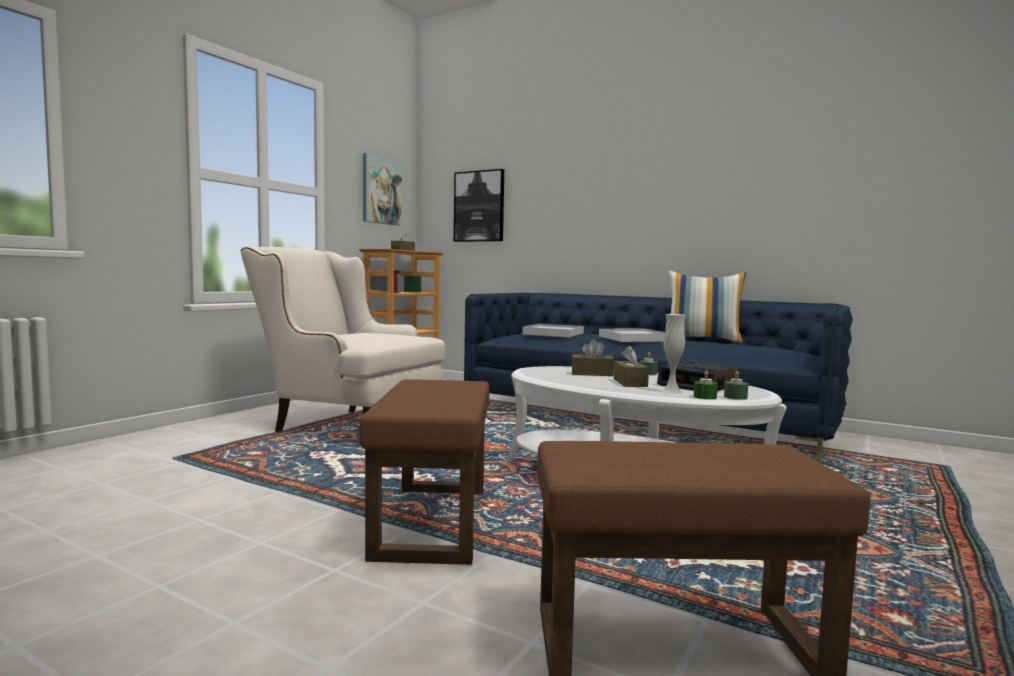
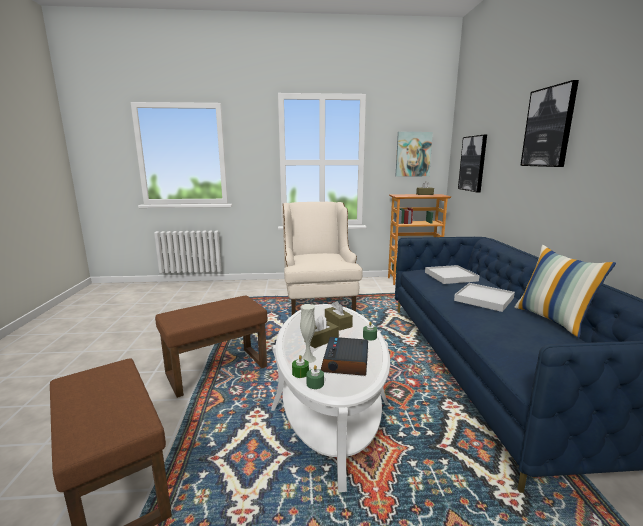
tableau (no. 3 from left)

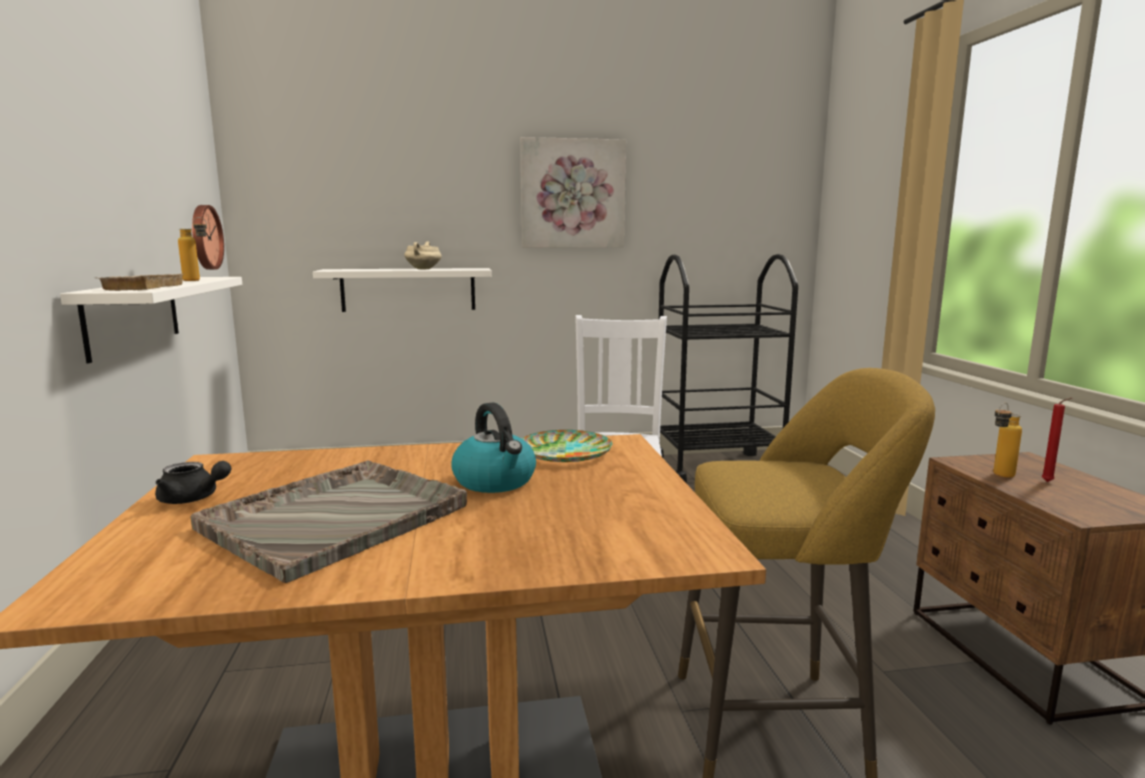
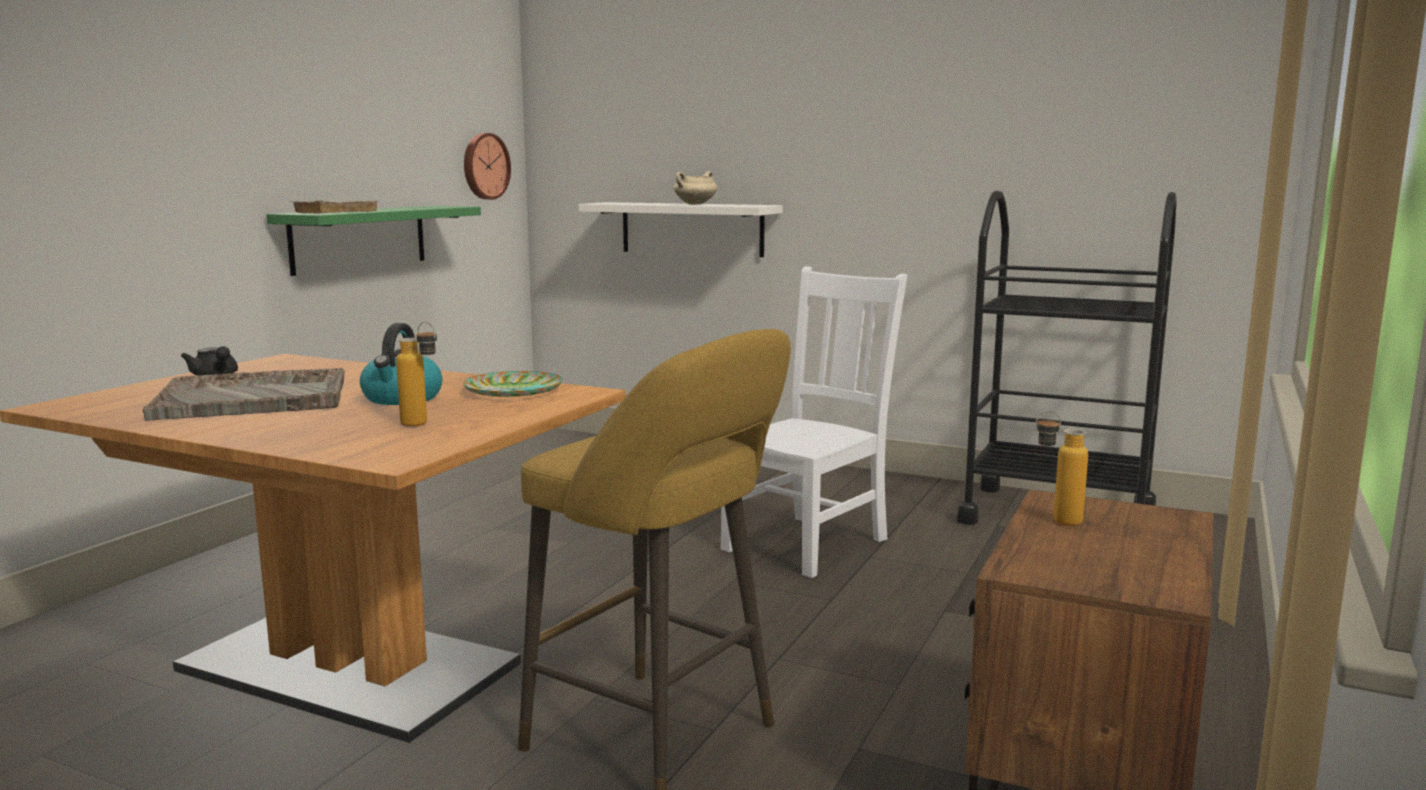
tableau
bouteille (no. 1 from left)
étagère [vert]
bougie [rouge]

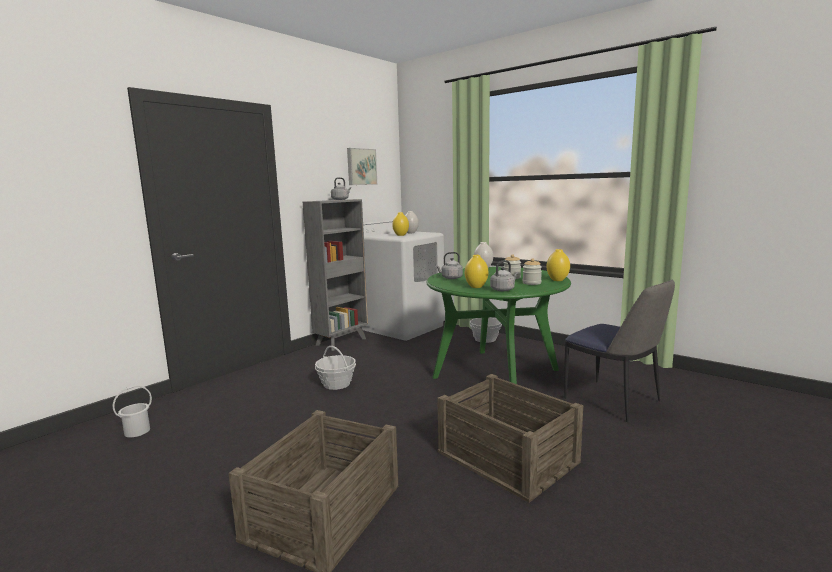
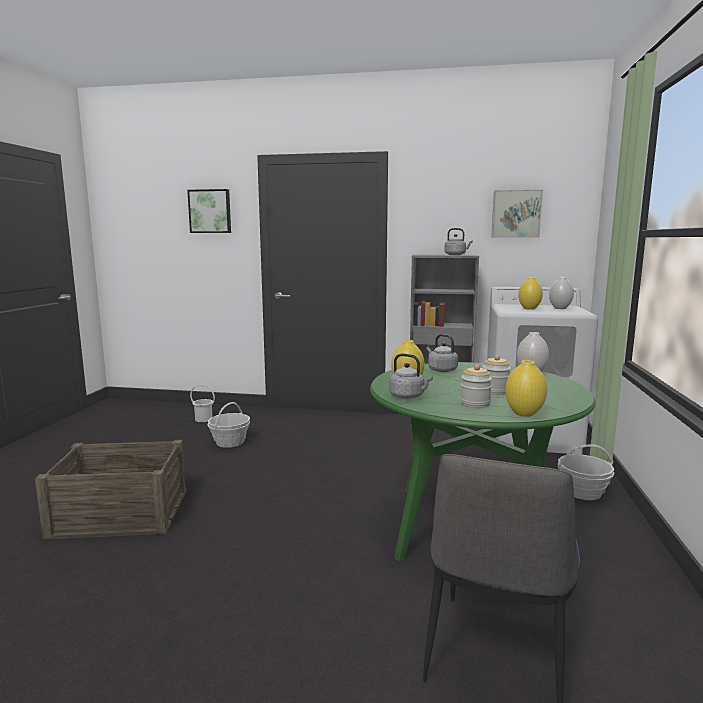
panier (no. 1 from left)
caisse (no. 2 from left in the first image)
tableau (no. 1 from left)

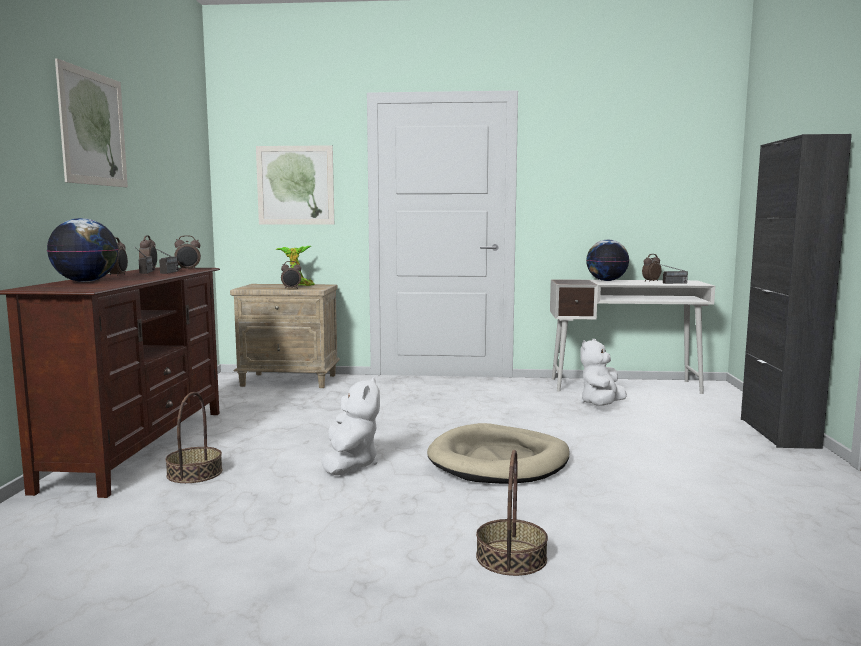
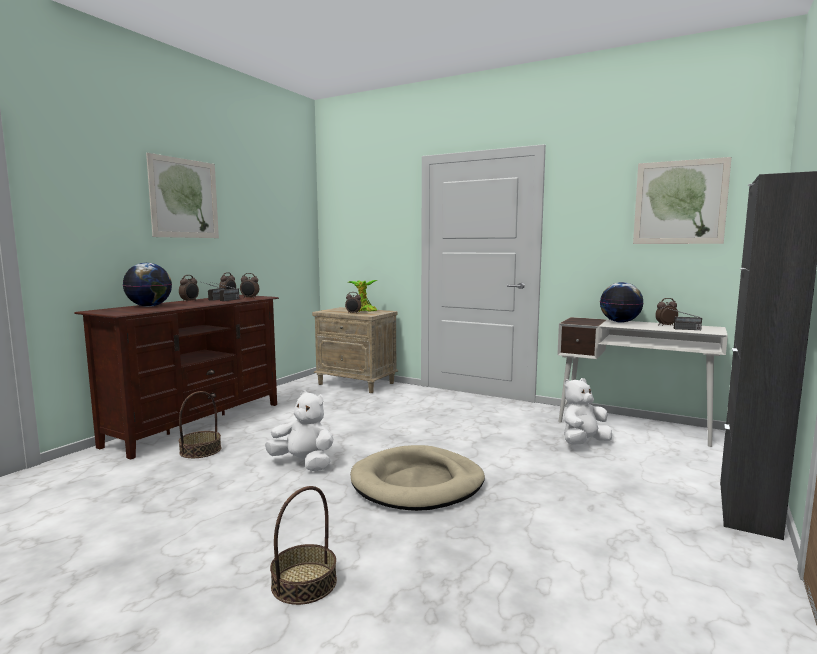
tableau (no. 2 from left)
peluche [blanc] (no. 1 from left)

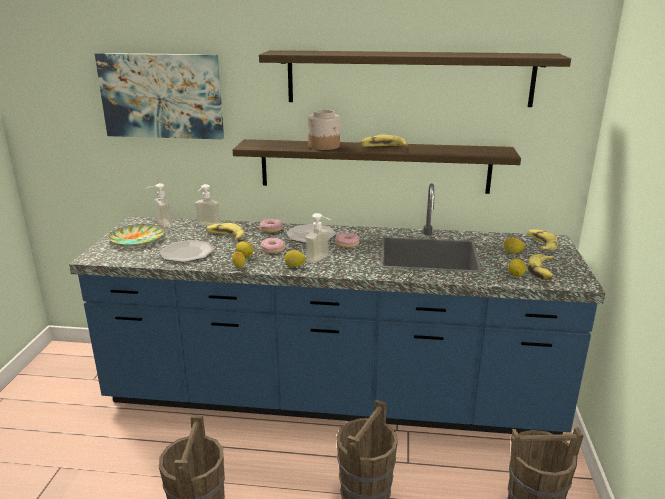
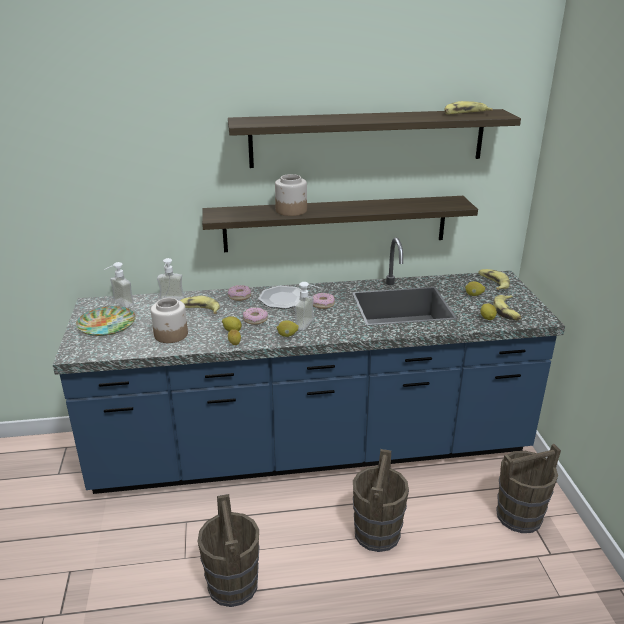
tableau
banane (no. 2 from left)
bocal (no. 1 from left)

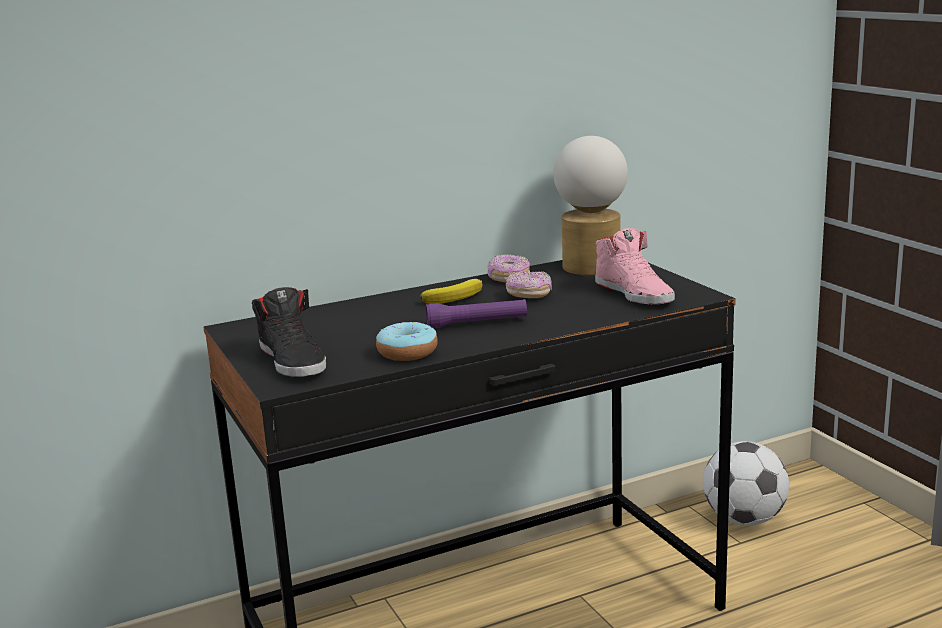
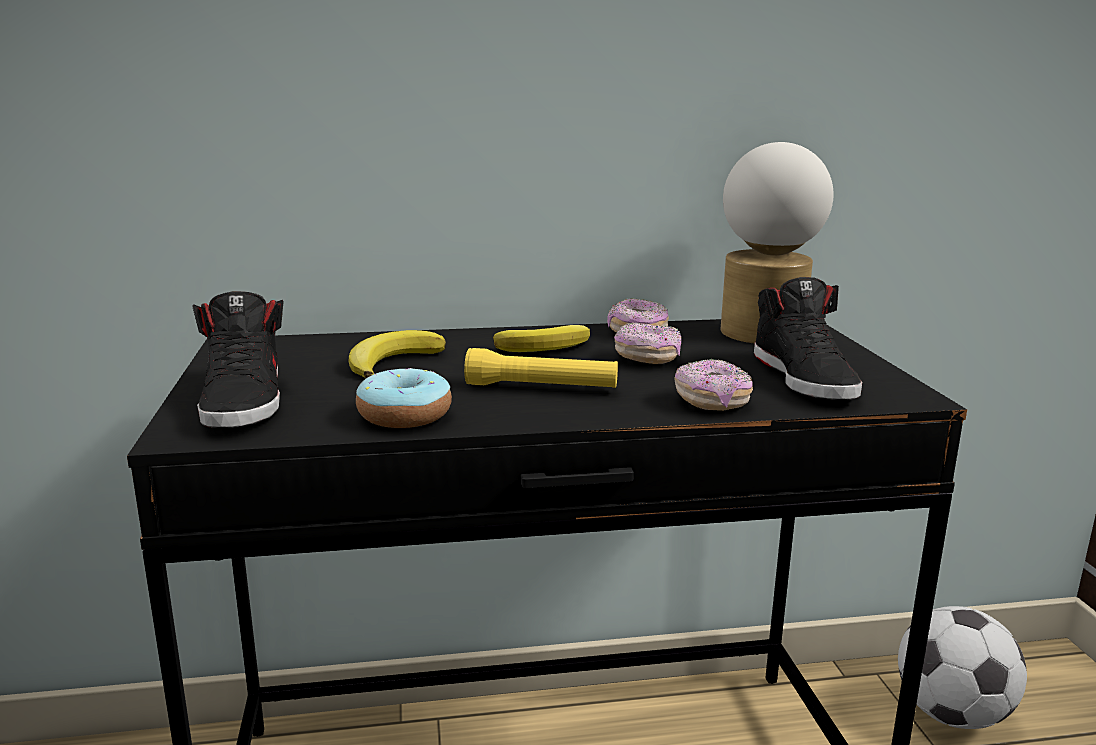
chaussure [noir] (no. 2 from left)
lampe de poche [jaune]
banane (no. 1 from left)
beignet (no. 4 from left)

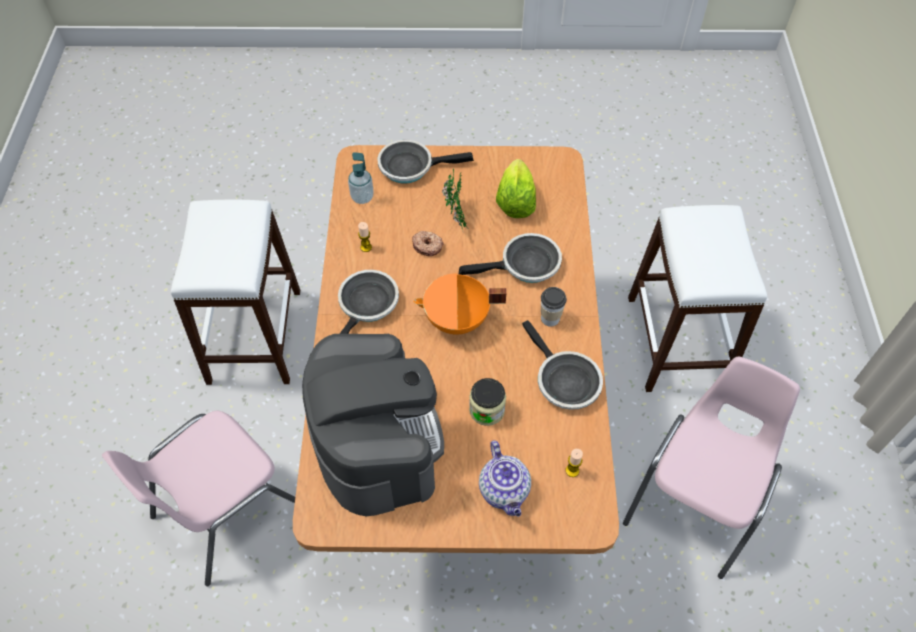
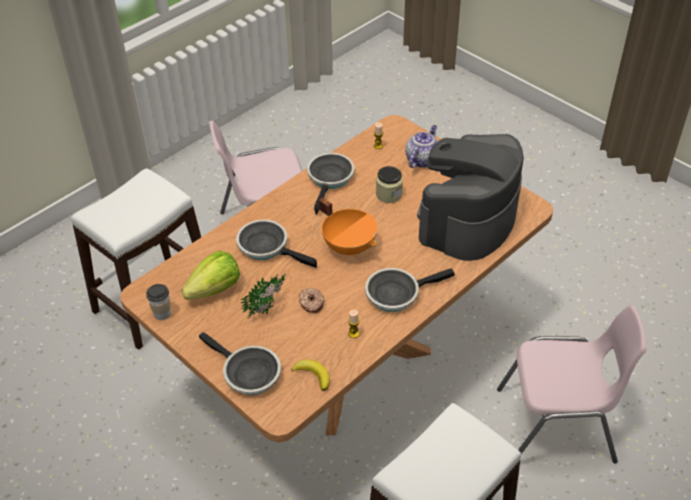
banane
tasse

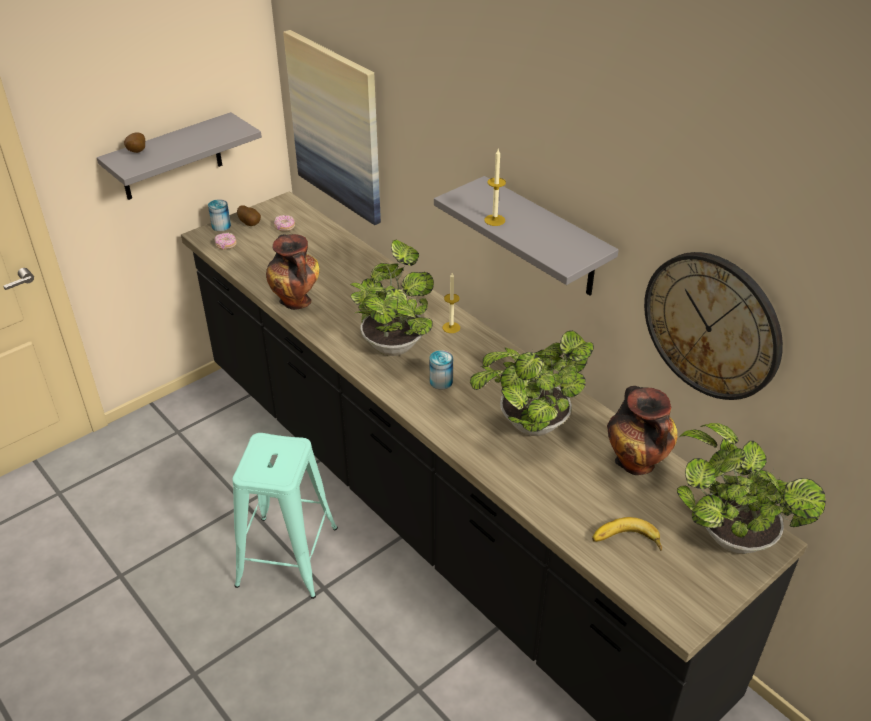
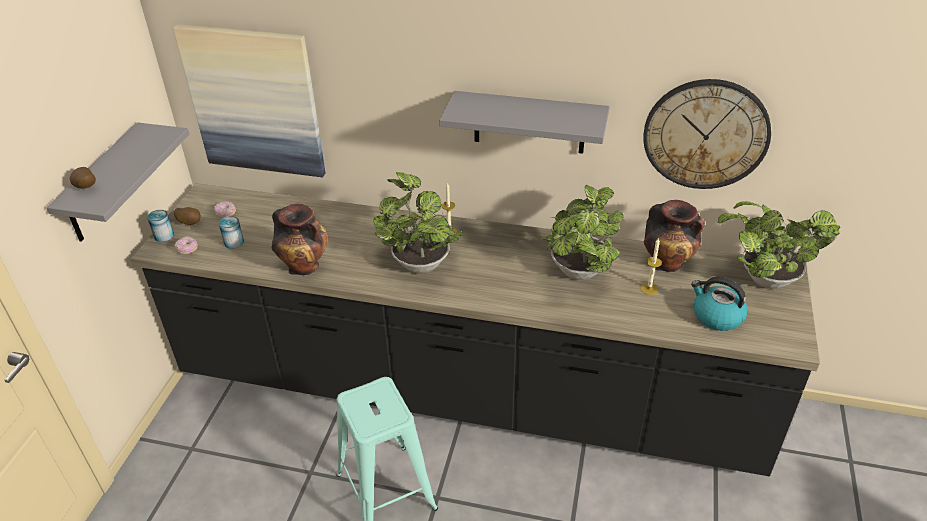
bougie (no. 2 from left)
boîte métallique (no. 2 from left)
bouilloire

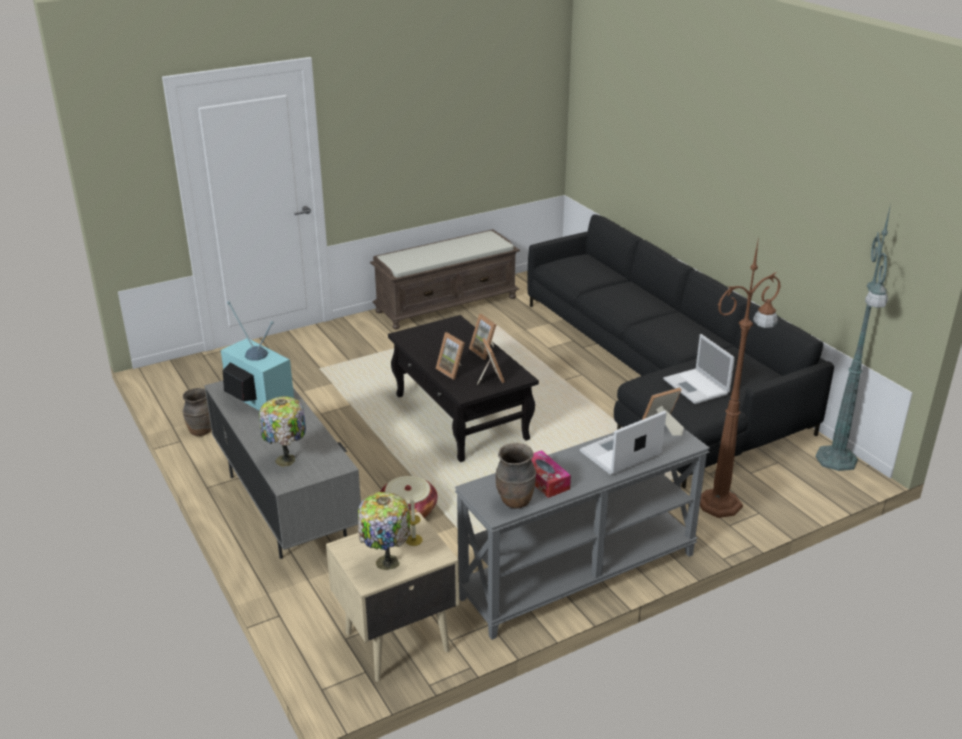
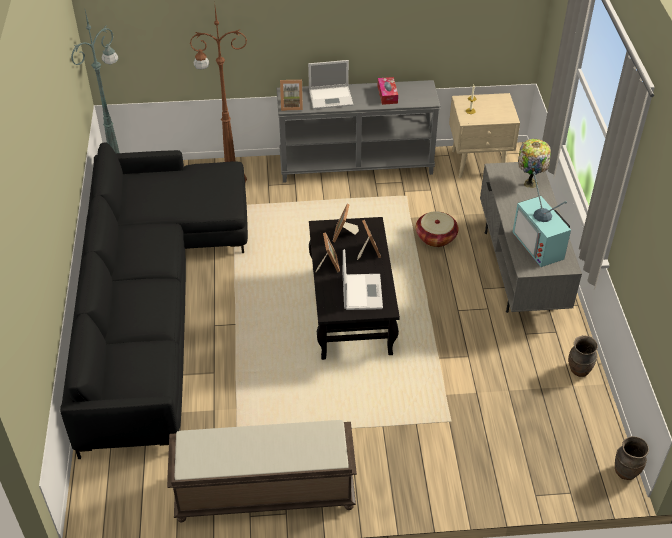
ordinateur portable (no. 2 from left)
vase [marron] (no. 2 from left)
lampe de table (no. 2 from left in the first image)

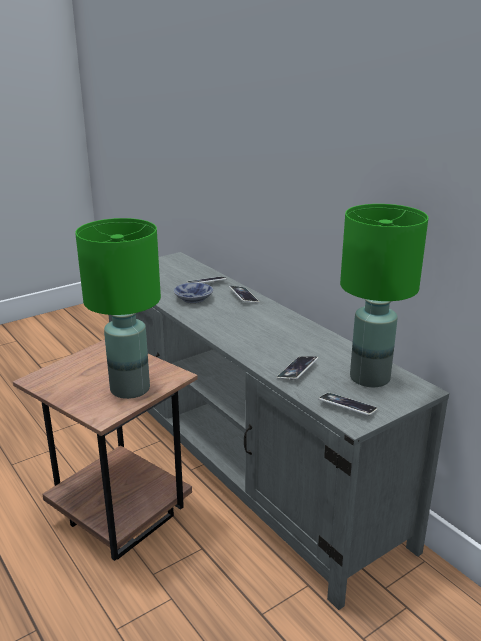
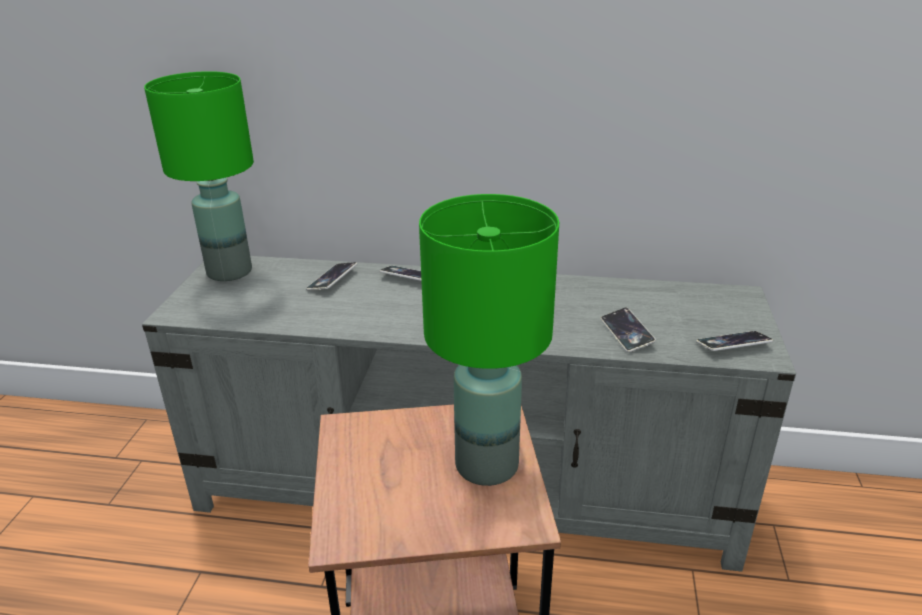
lampe de table [vert] (no. 1 from left)
bol

